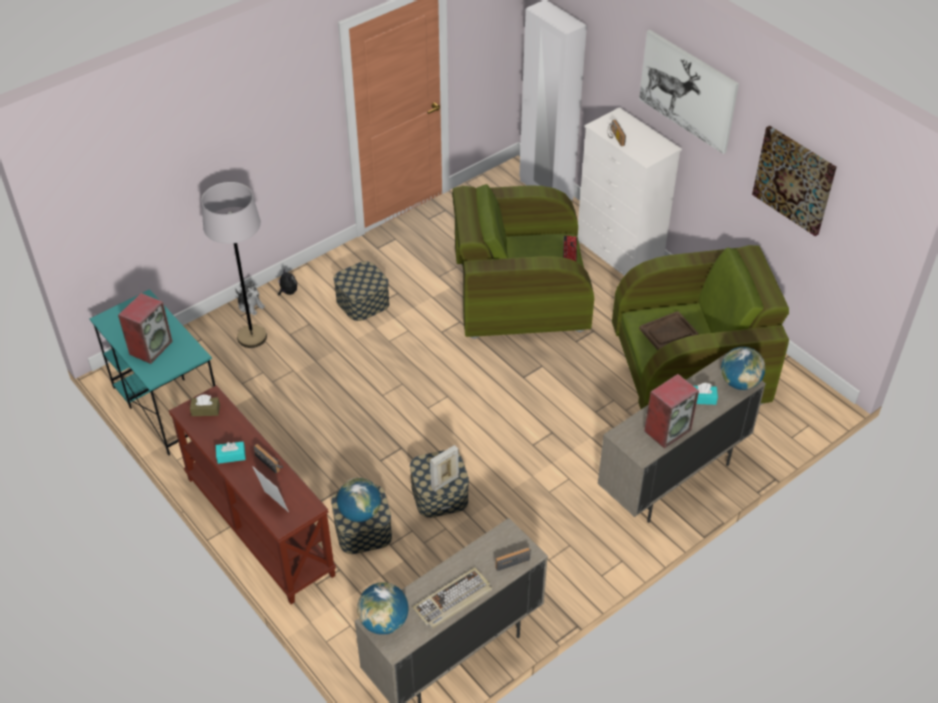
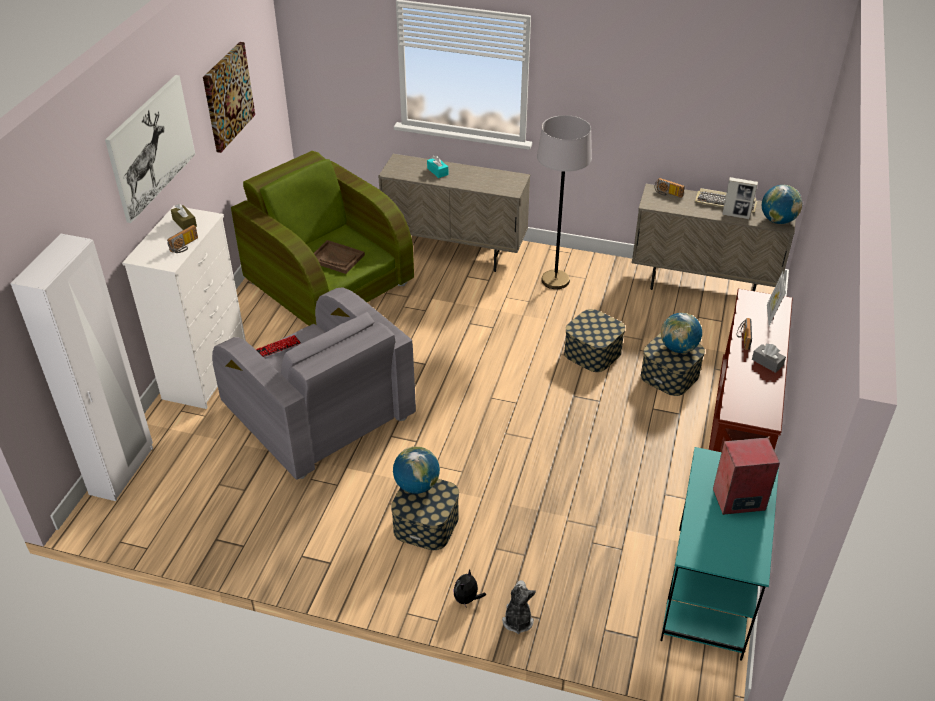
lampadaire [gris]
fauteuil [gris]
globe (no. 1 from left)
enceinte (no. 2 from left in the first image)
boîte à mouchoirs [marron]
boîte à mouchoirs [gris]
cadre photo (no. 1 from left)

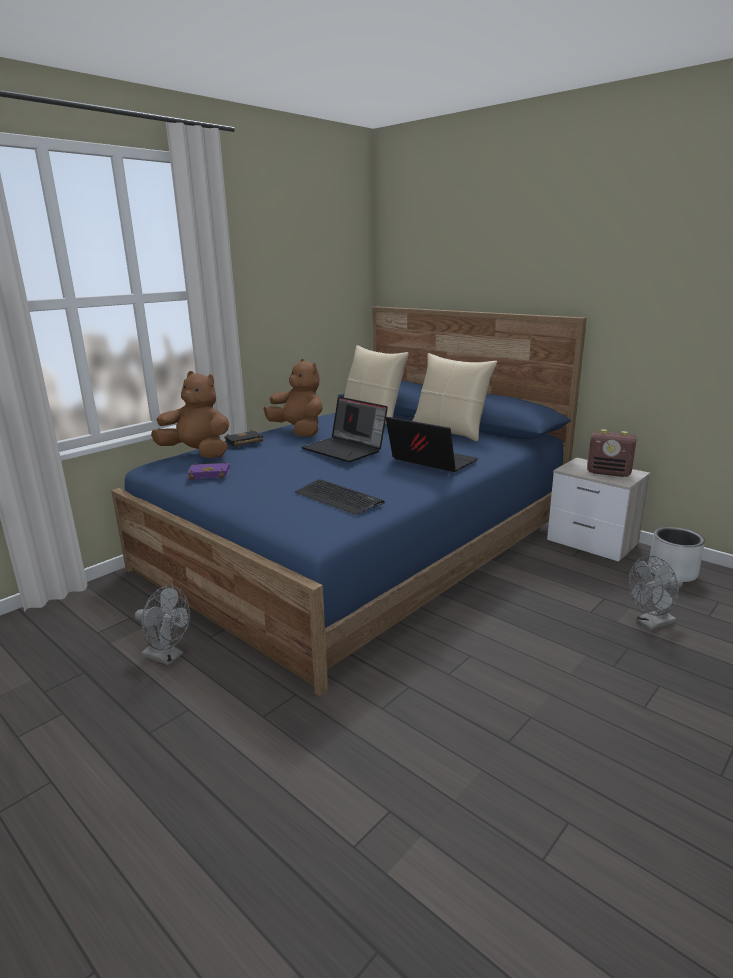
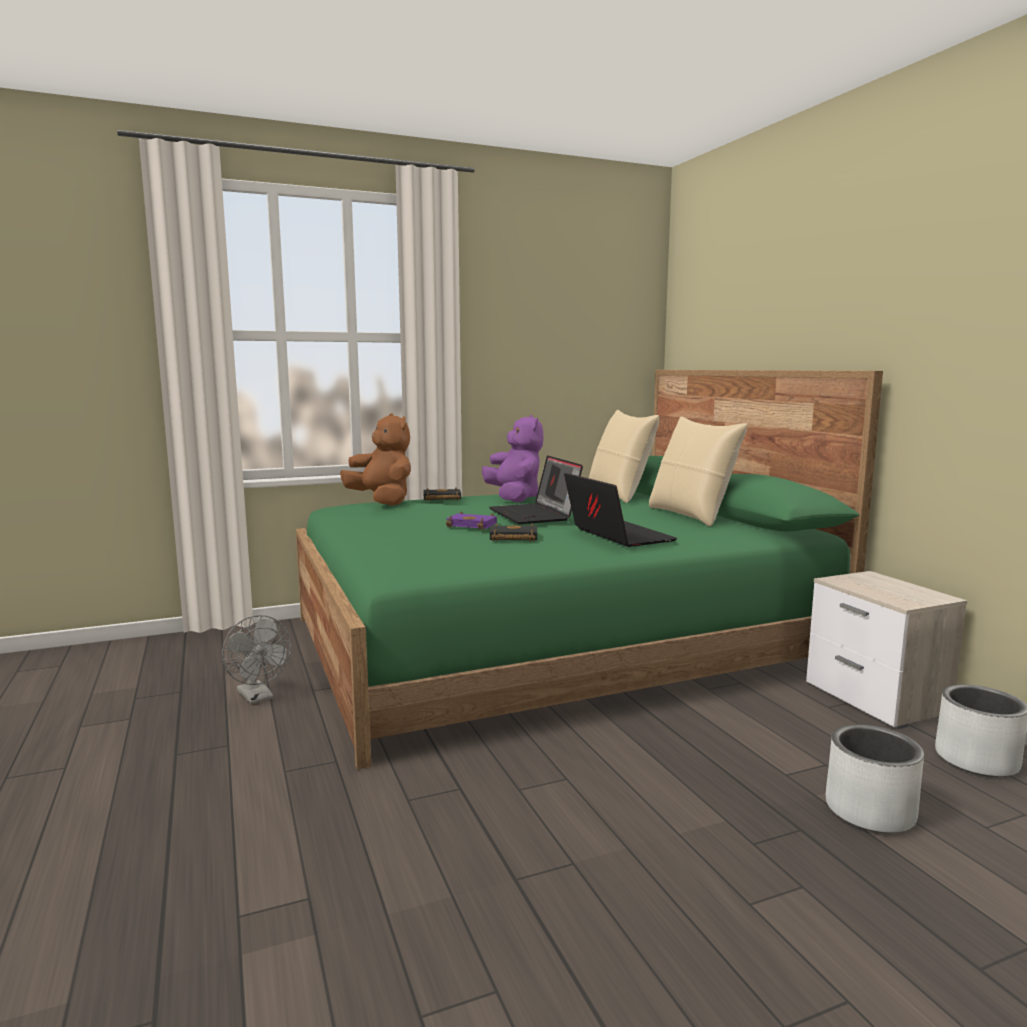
lit [vert]
peluche [violet]
radio
livre [violet]
clavier
cache-pot [gris] (no. 1 from left)
livre [noir] (no. 2 from left)

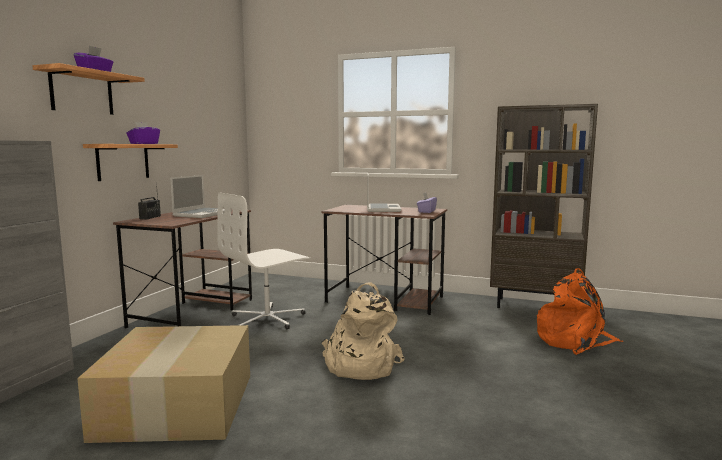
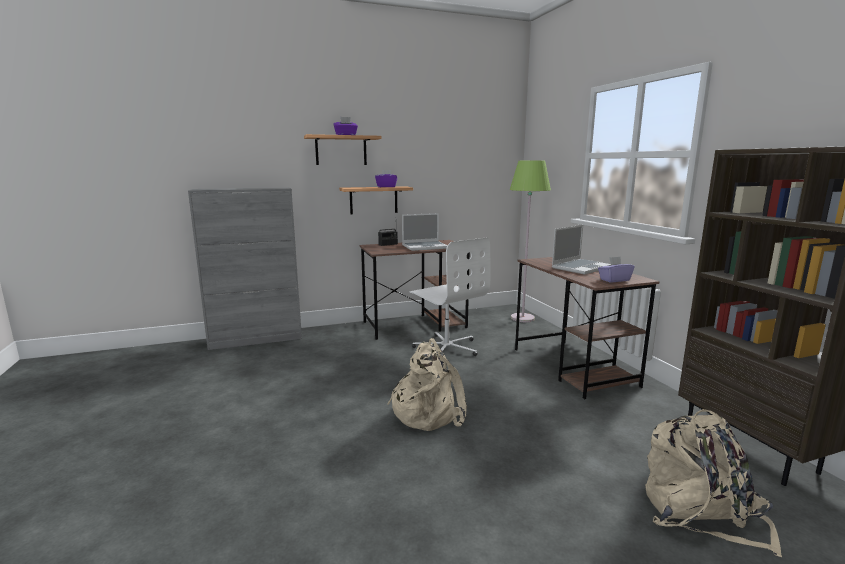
chaise de bureau [blanc]
sac à dos [beige] (no. 2 from left)
carton
lampadaire [vert]

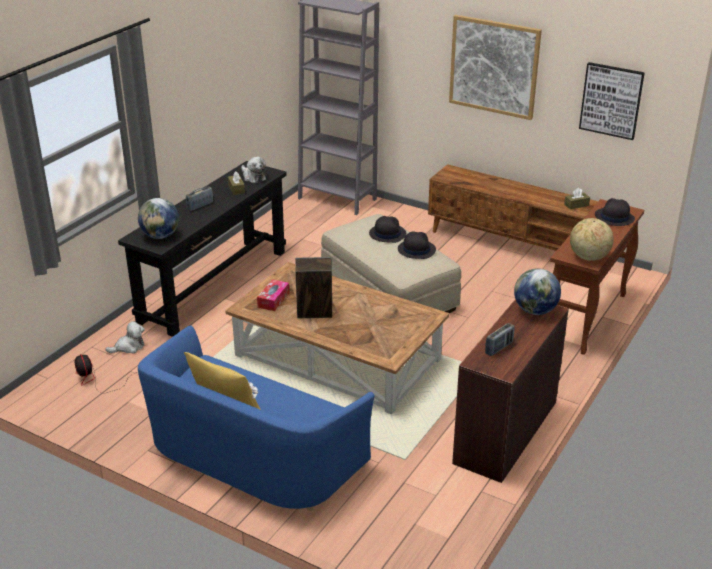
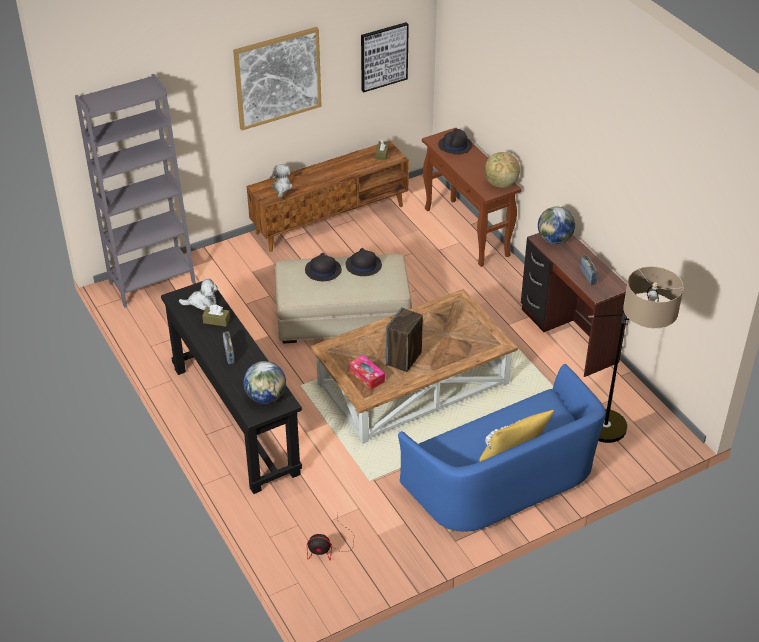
peluche (no. 2 from left)
lampadaire

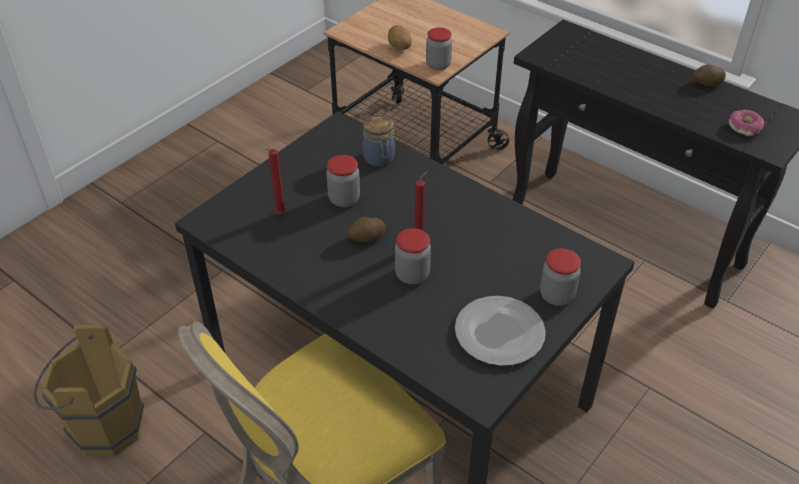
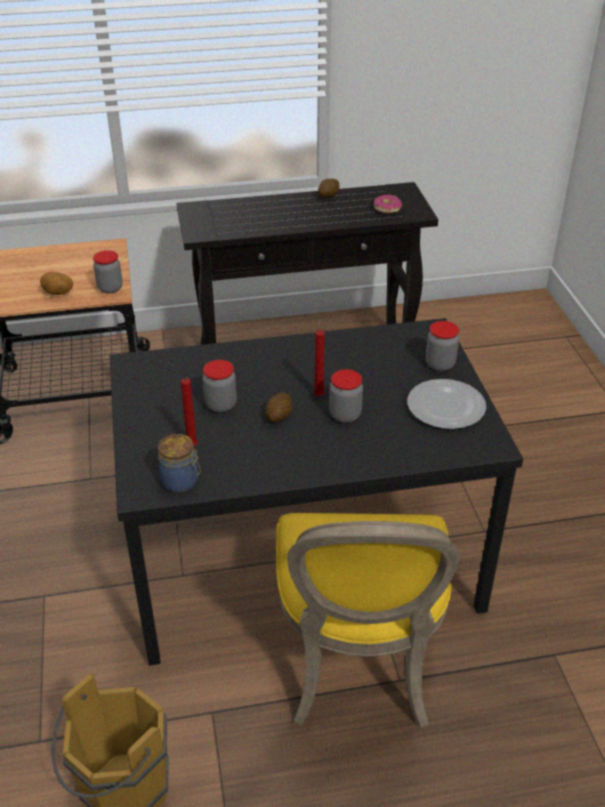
bocal (no. 2 from left)

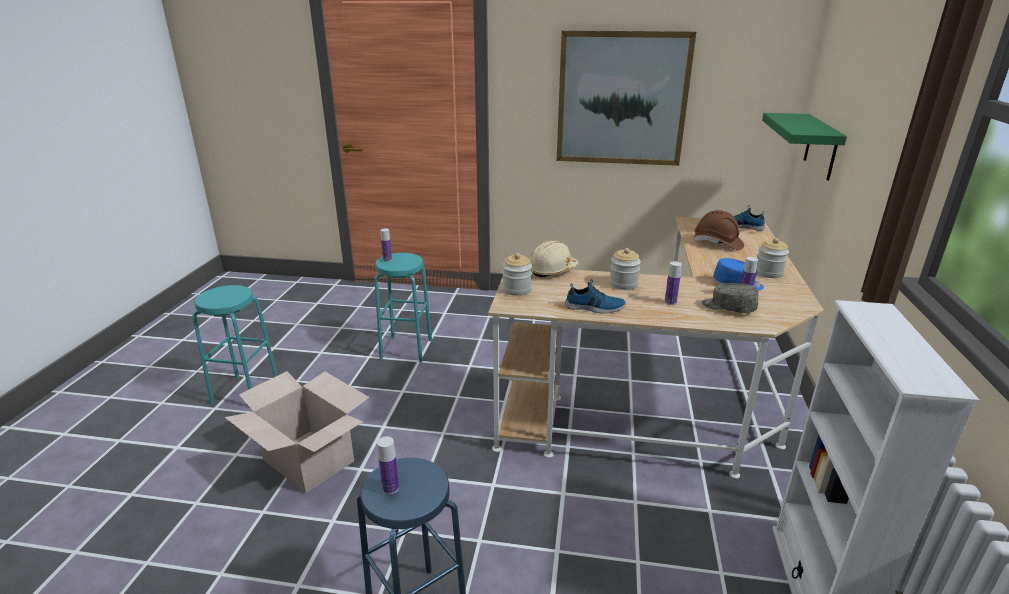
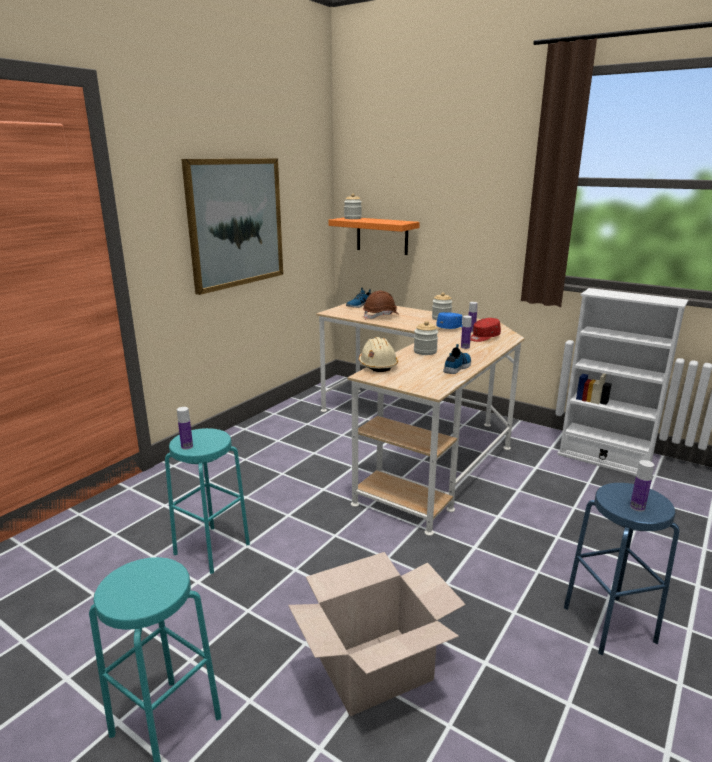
étagère [orange]
bocal (no. 1 from left)
casquette [rouge]

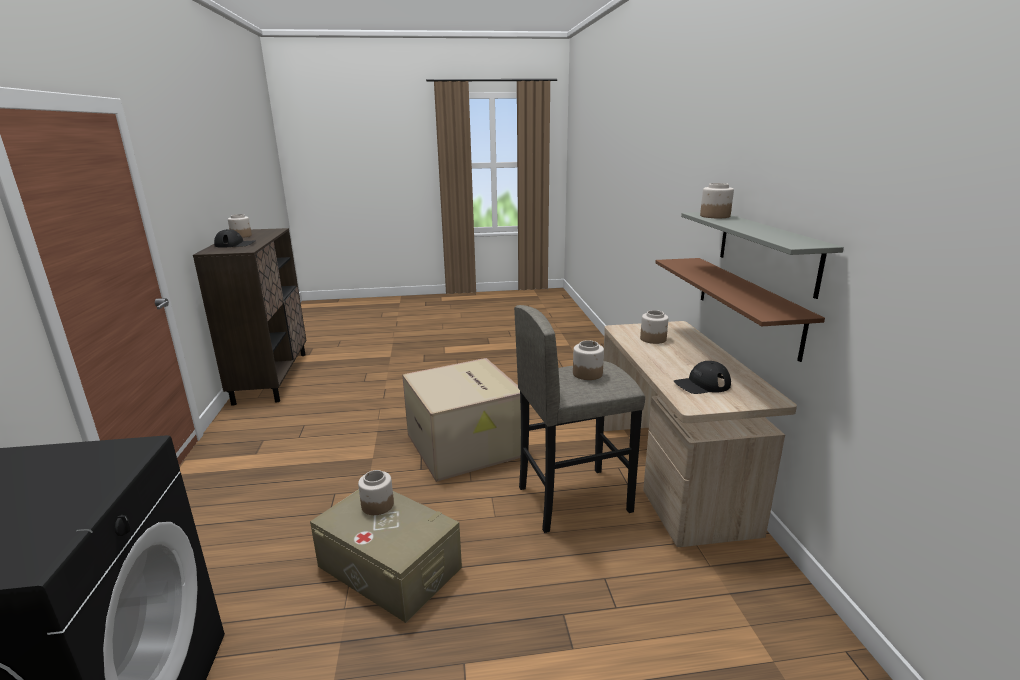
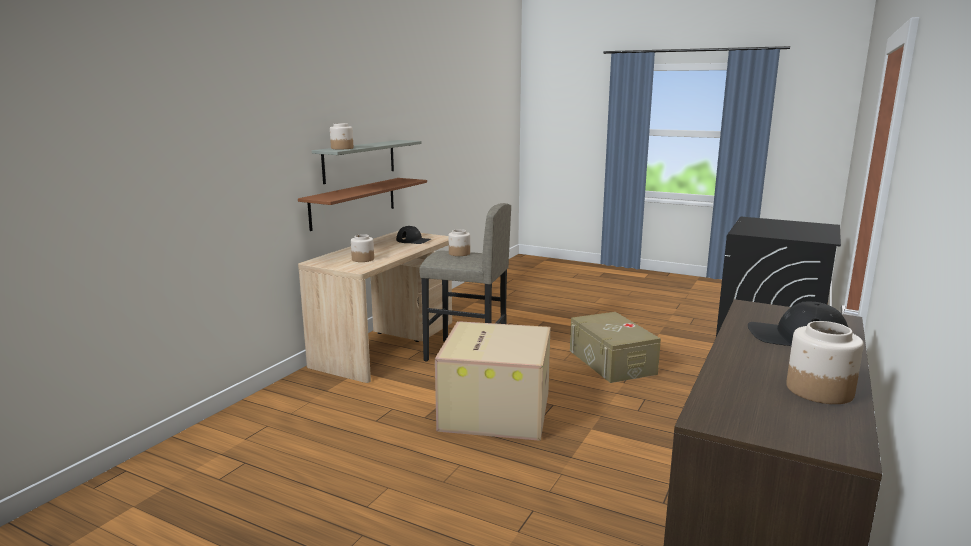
bocal (no. 2 from left in the first image)

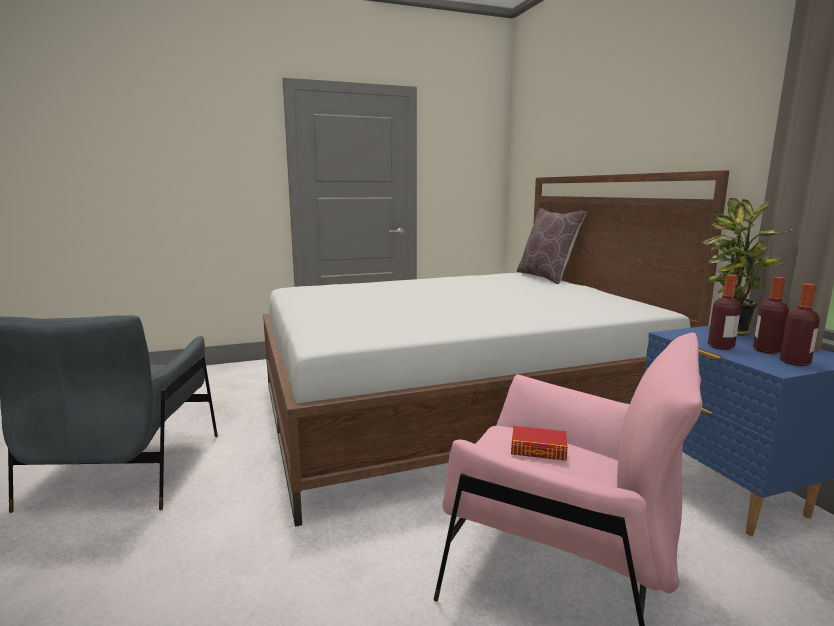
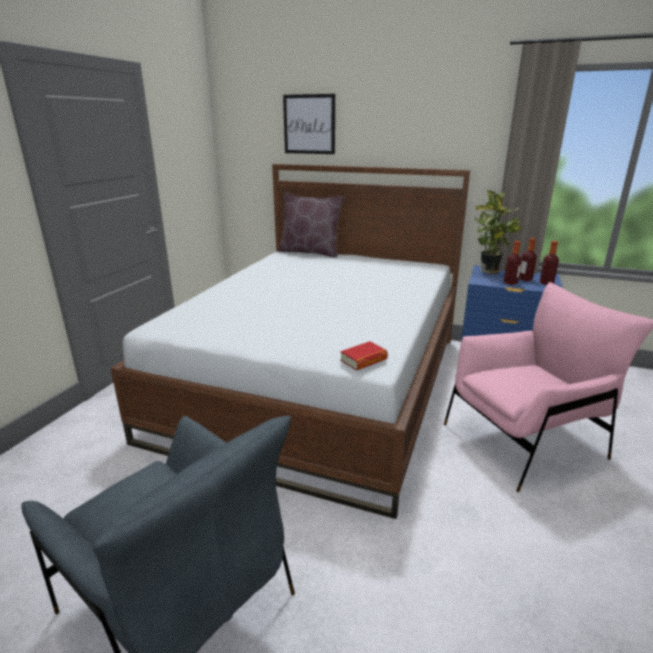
livre
tableau

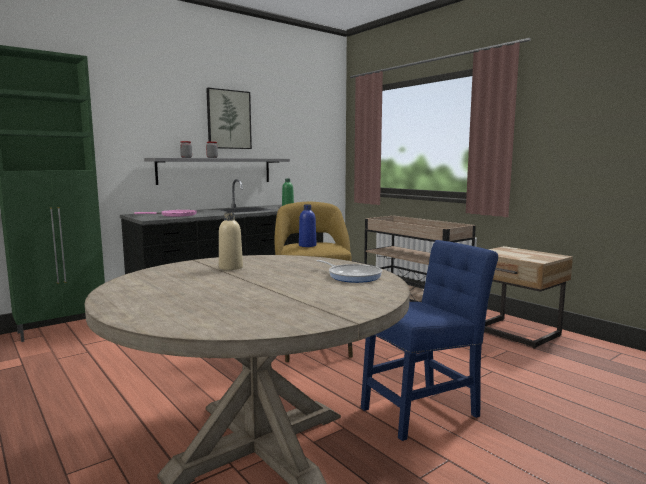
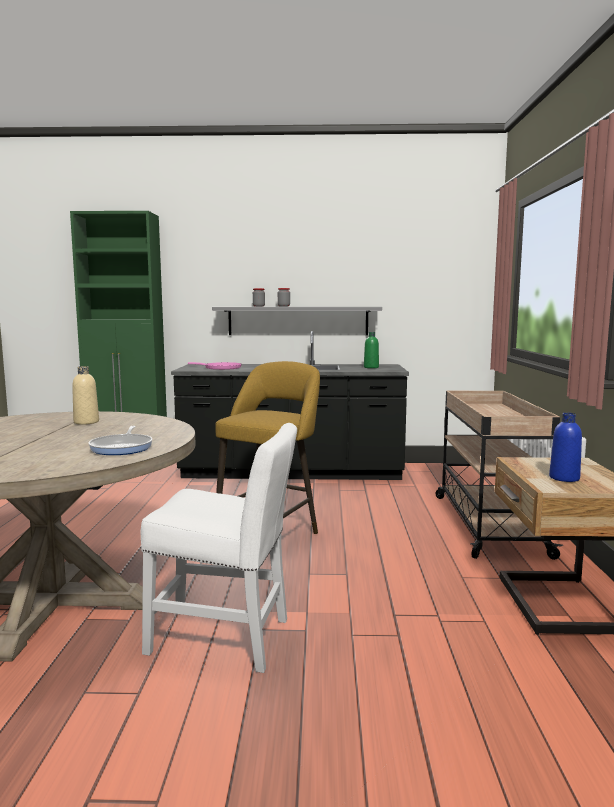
tableau
bouteille [bleu]
chaise [blanc]

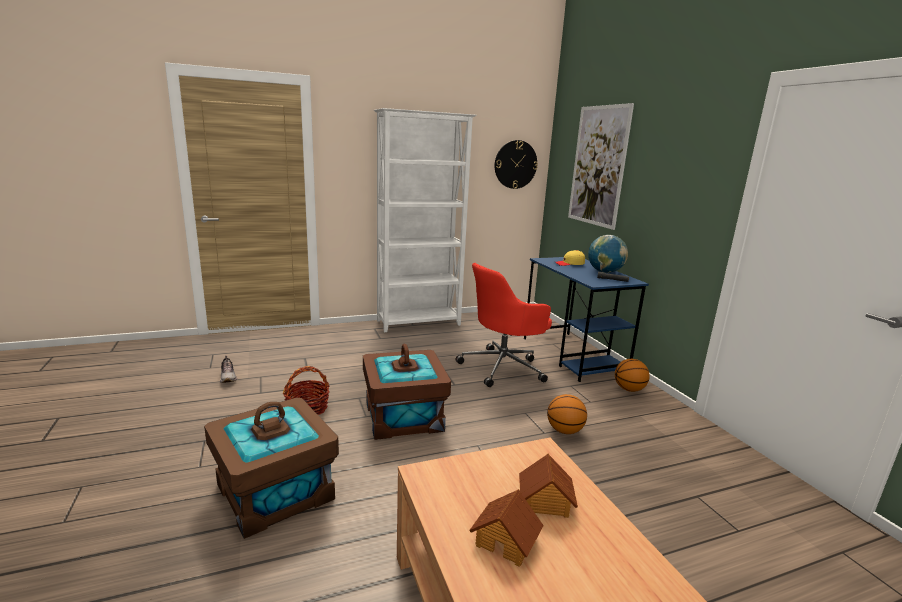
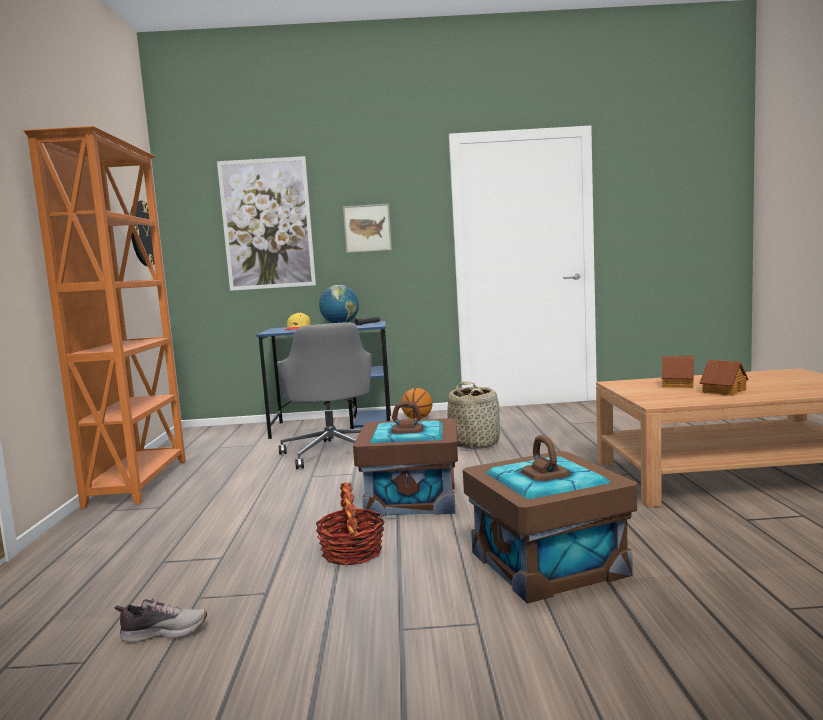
bibliothèque [orange]
chaise de bureau [gris]
panier (no. 2 from left)
tableau (no. 2 from left)

